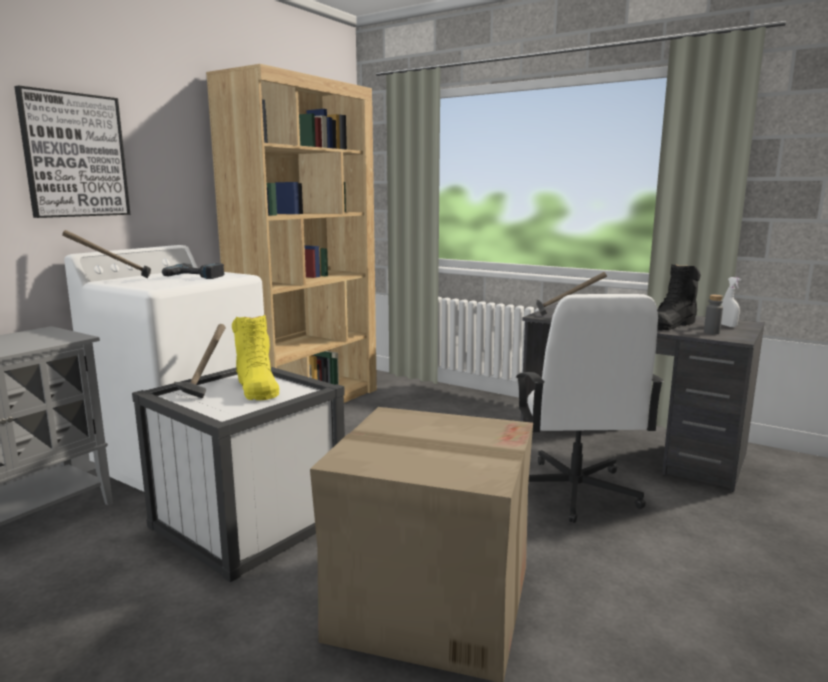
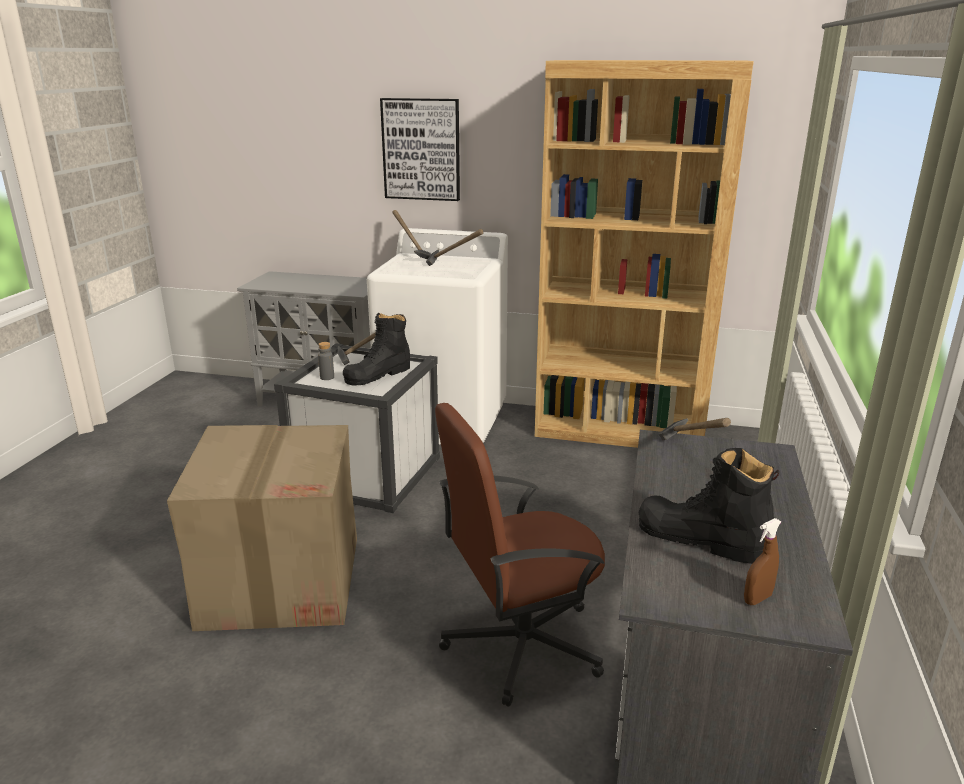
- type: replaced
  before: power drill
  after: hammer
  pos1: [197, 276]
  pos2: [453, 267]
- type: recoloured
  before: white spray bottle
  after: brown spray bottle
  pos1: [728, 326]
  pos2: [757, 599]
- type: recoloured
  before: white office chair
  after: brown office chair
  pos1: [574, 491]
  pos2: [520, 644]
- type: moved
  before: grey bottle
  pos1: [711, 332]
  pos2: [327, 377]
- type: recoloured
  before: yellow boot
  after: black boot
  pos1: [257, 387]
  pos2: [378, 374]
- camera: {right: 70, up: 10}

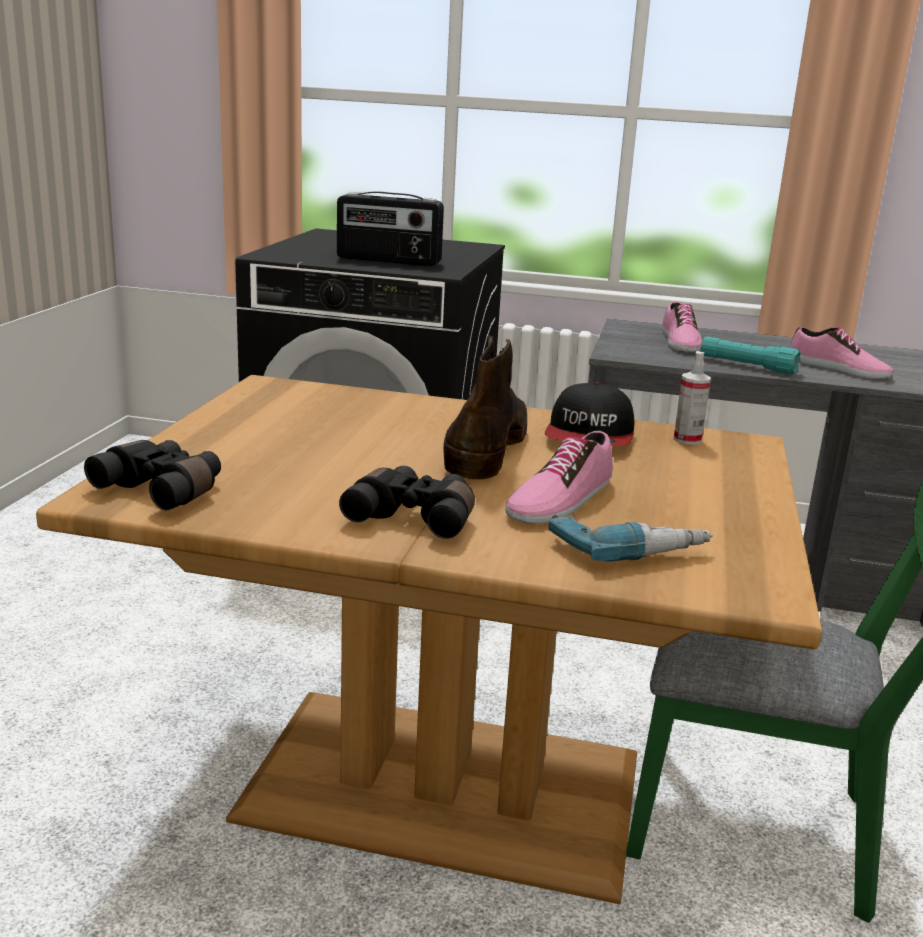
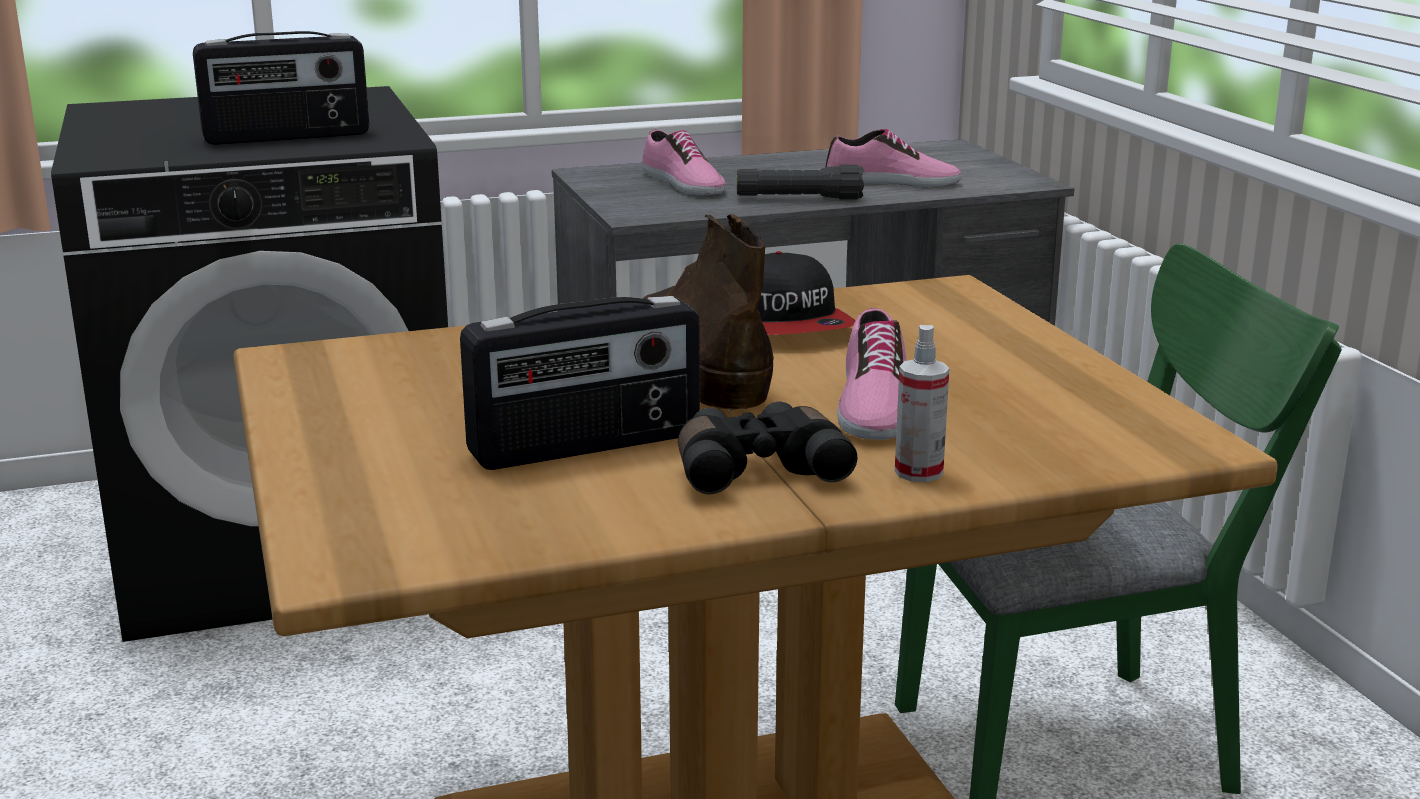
- type: recoloured
  before: turquoise flashlight
  after: black flashlight
  pos1: [747, 366]
  pos2: [799, 199]
- type: moved
  before: spray bottle
  pos1: [687, 439]
  pos2: [918, 472]
- type: removed
  before: black binoculars
  pos1: [163, 489]
- type: removed
  before: power drill
  pos1: [627, 546]
- type: added
  after: radio
  pos2: [586, 446]
- camera: {right: -30, up: 0}

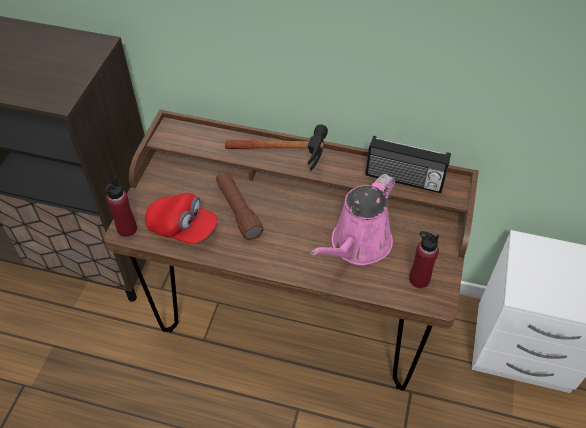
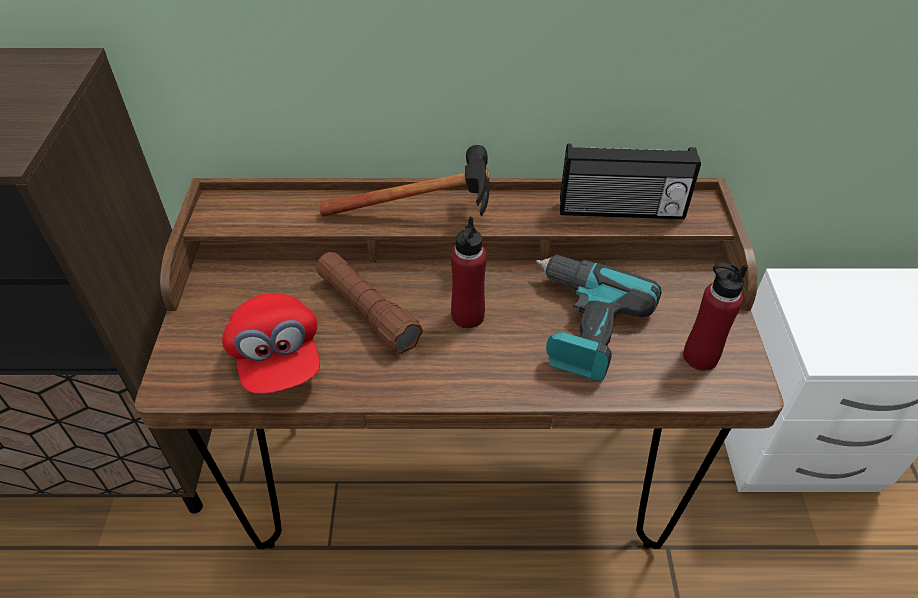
- type: replaced
  before: pink watering can
  after: power drill
  pos1: [357, 245]
  pos2: [581, 325]
- type: moved
  before: red bottle
  pos1: [127, 229]
  pos2: [467, 316]
- type: turned
  before: red cap
  pos1: [182, 228]
  pos2: [278, 358]
  turn: 60
- camera: {right: -15, up: -5}

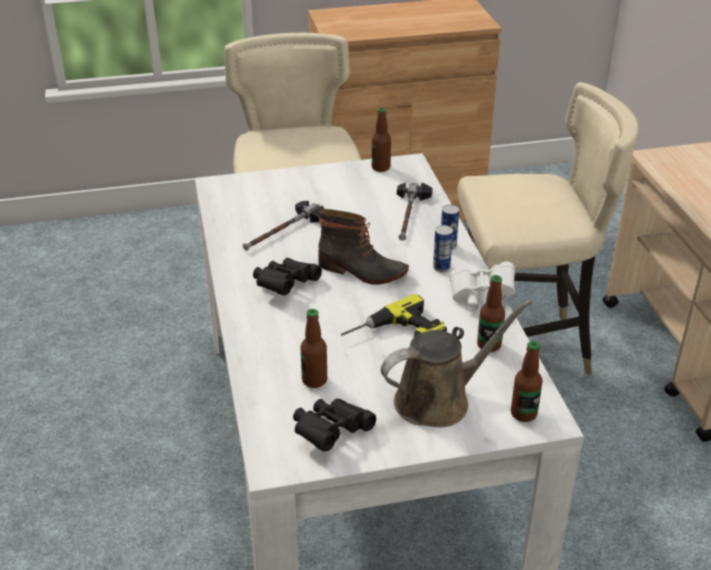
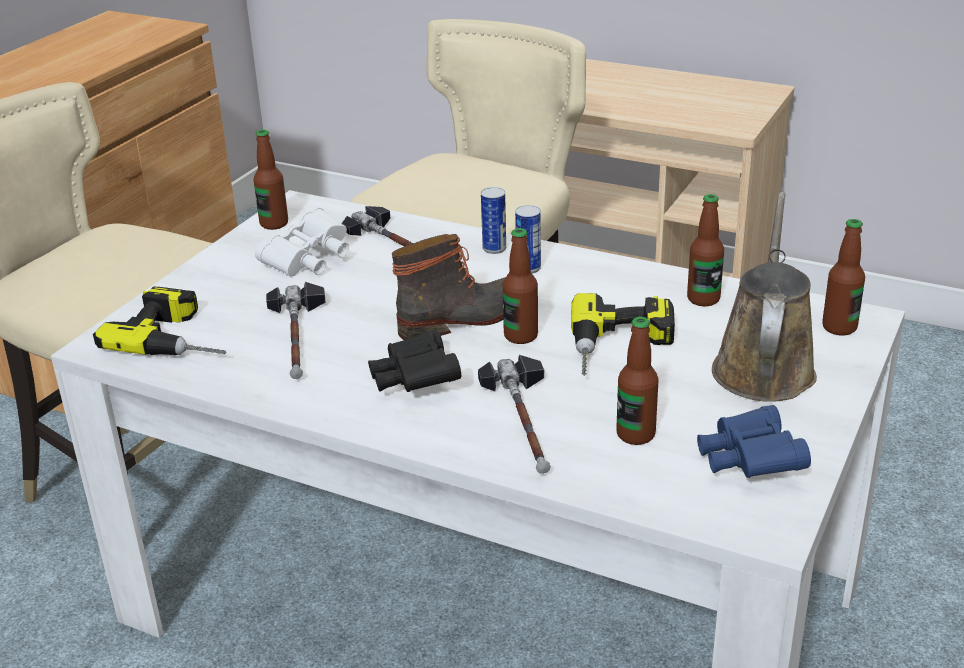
- type: moved
  before: white binoculars
  pos1: [481, 297]
  pos2: [308, 260]
- type: recoloured
  before: black binoculars
  after: blue binoculars
  pos1: [330, 433]
  pos2: [748, 462]
- type: added
  after: bottle
  pos2: [520, 336]
- type: added
  after: power drill
  pos2: [180, 336]
- type: added
  after: hammer
  pos2: [525, 421]
- camera: {right: -50, up: -5}

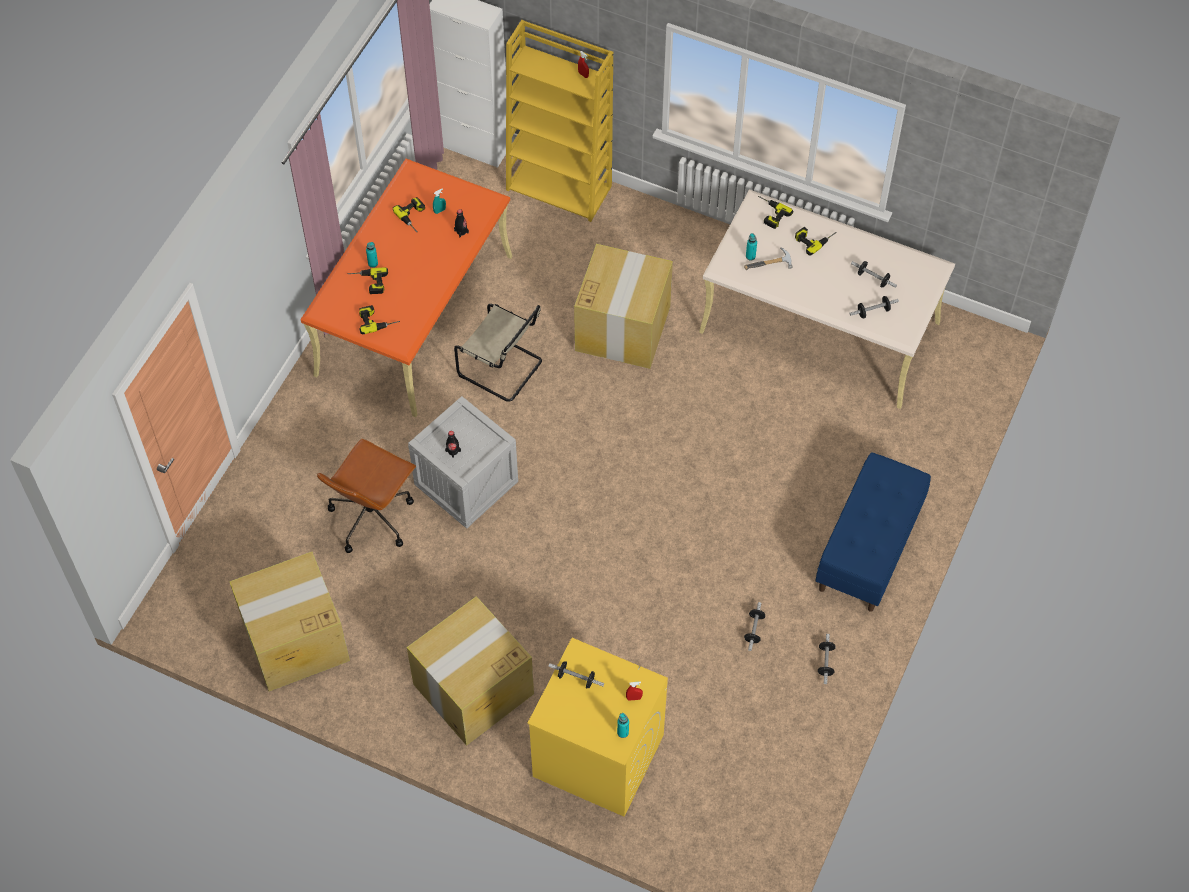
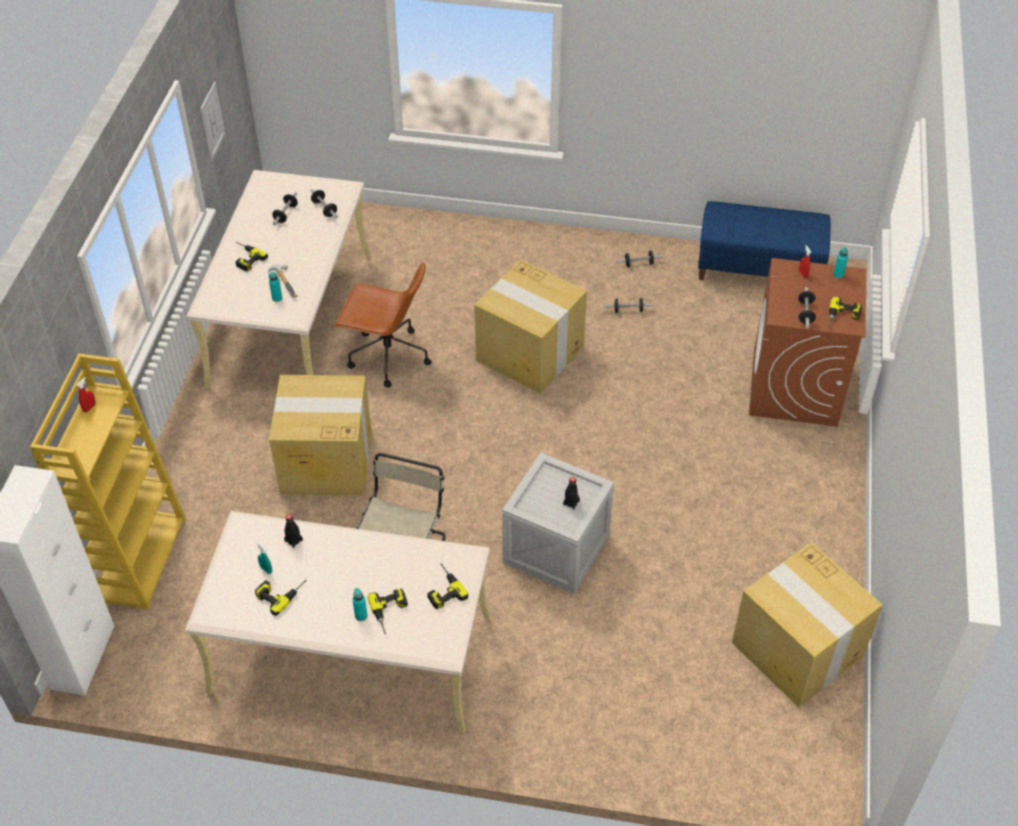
- type: recoloured
  before: orange desk
  after: beige desk
  pos1: [415, 314]
  pos2: [350, 654]
- type: moved
  before: power drill
  pos1: [769, 213]
  pos2: [842, 318]
- type: moved
  before: brown office chair
  pos1: [372, 516]
  pos2: [387, 356]
- type: moved
  before: blue bench
  pos1: [869, 549]
  pos2: [759, 269]
- type: moved
  before: cardboard box
  pos1: [472, 690]
  pos2: [531, 354]
- type: recoloured
  before: yellow washing machine
  after: brown washing machine
  pos1: [597, 756]
  pos2: [795, 387]
- type: added
  after: picture
  pos2: [212, 121]
- camera: {right: -105, up: -10}

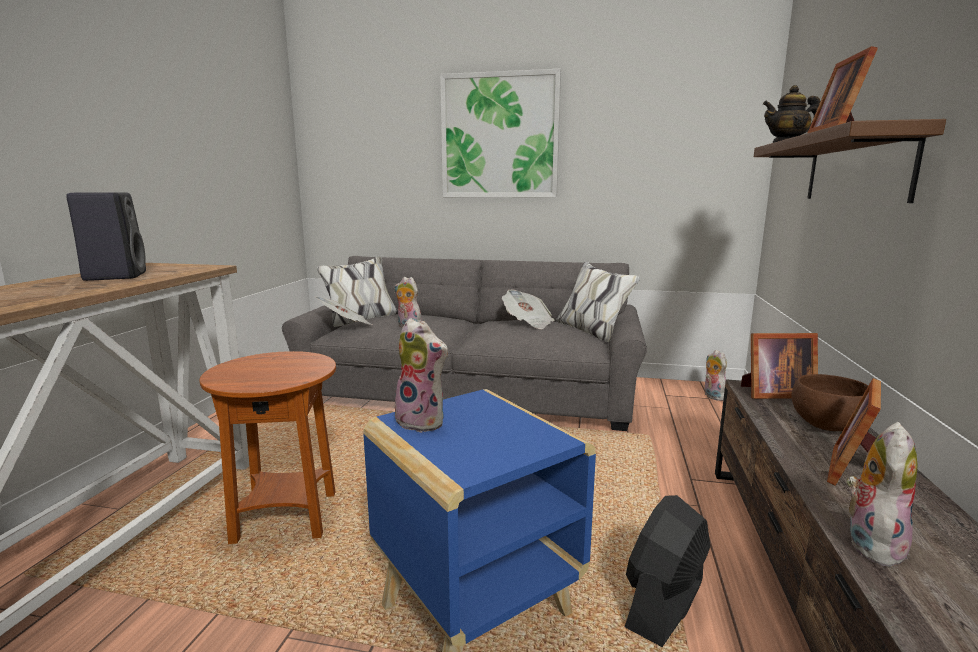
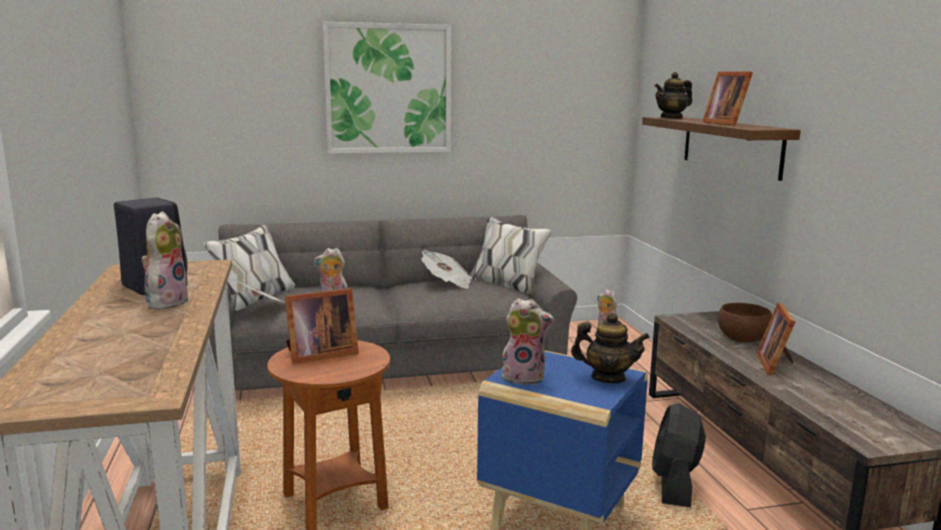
- type: moved
  before: picture frame
  pos1: [774, 393]
  pos2: [319, 354]
- type: moved
  before: plush toy
  pos1: [871, 543]
  pos2: [166, 302]
- type: added
  after: teapot
  pos2: [608, 378]
- camera: {right: -25, up: 0}

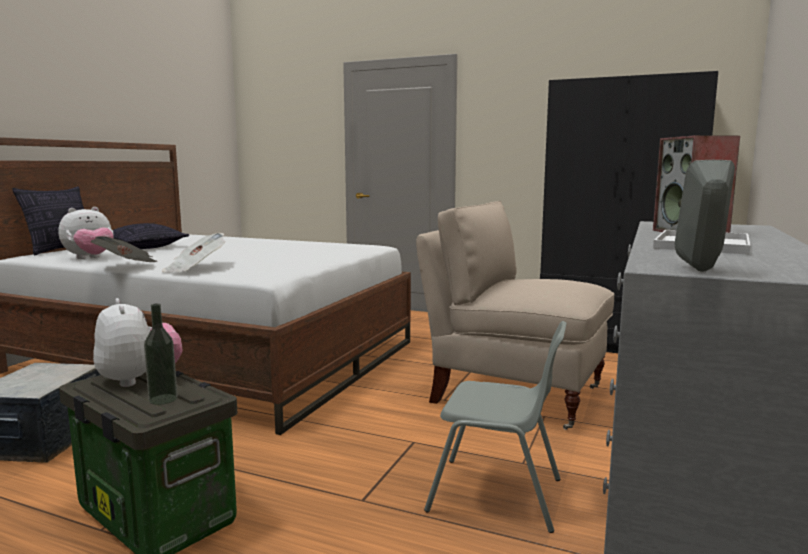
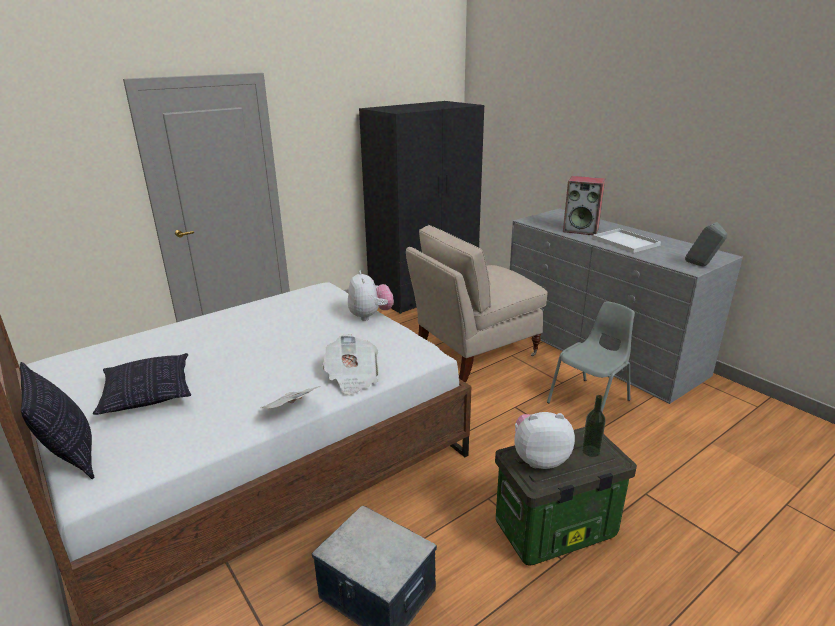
- type: moved
  before: plush toy
  pos1: [90, 258]
  pos2: [370, 316]
- camera: {right: -60, up: 15}

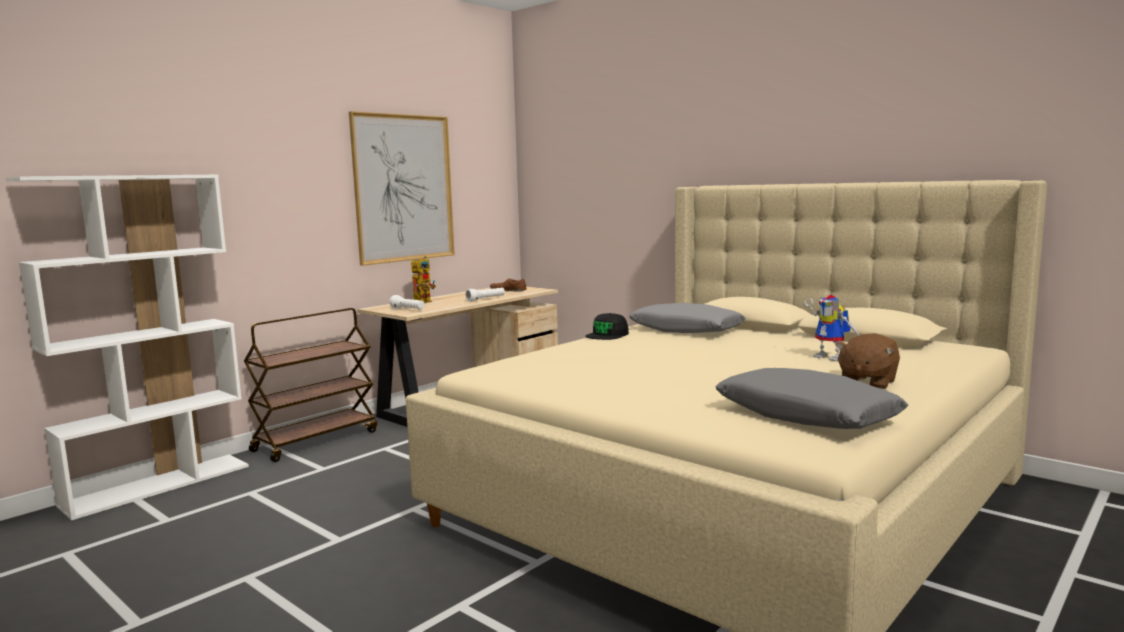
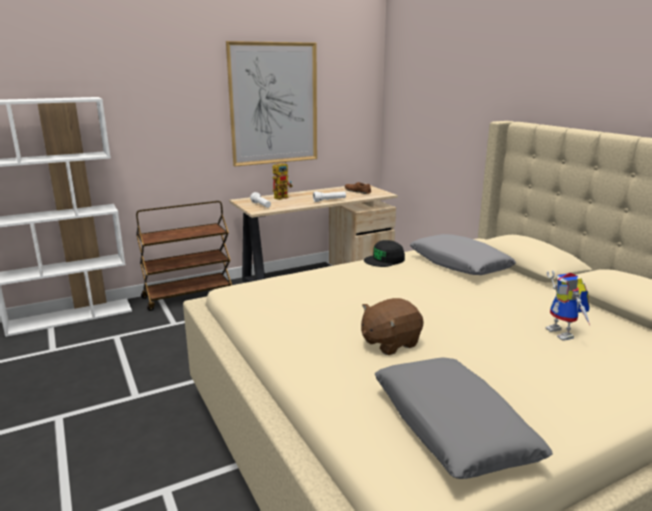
- type: moved
  before: brown plush toy
  pos1: [867, 382]
  pos2: [389, 343]
- camera: {right: 20, up: 10}

